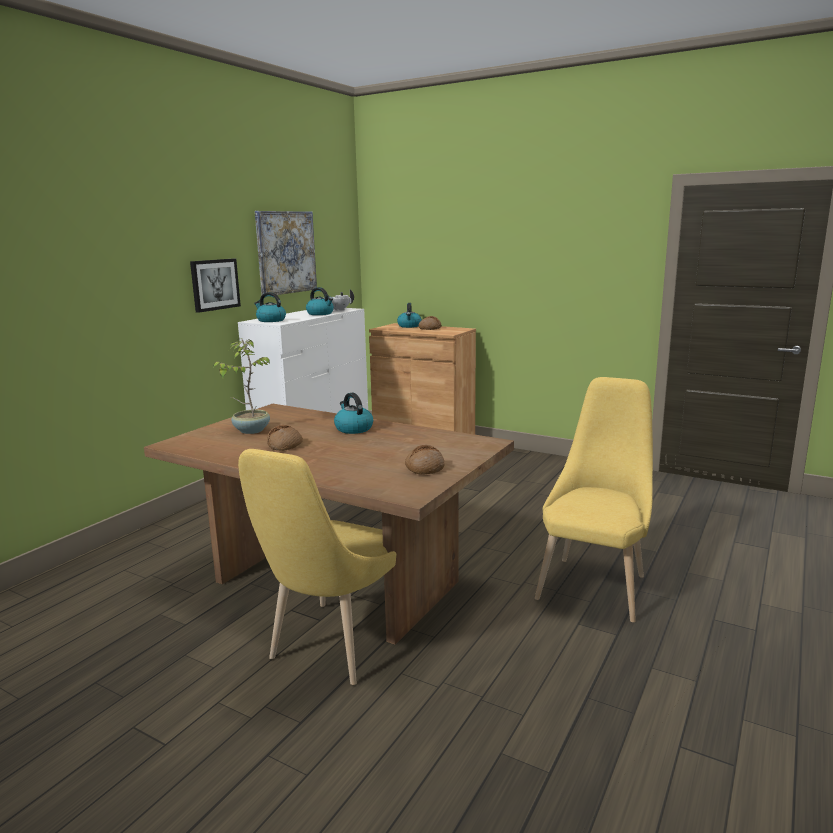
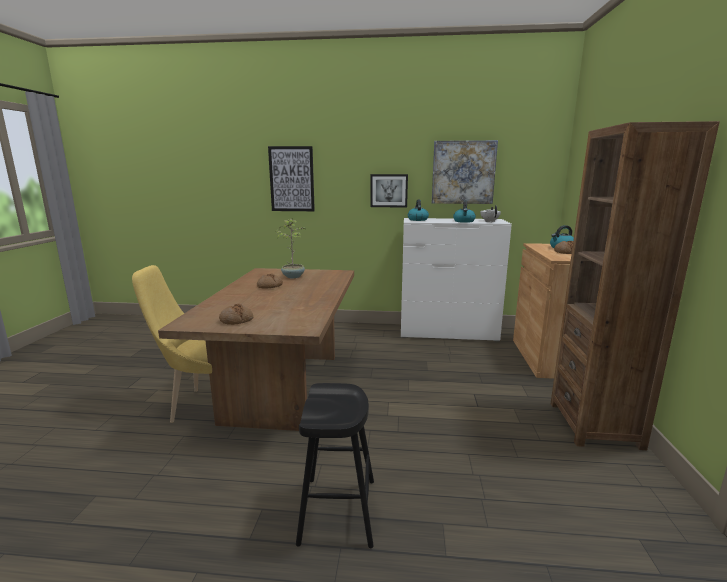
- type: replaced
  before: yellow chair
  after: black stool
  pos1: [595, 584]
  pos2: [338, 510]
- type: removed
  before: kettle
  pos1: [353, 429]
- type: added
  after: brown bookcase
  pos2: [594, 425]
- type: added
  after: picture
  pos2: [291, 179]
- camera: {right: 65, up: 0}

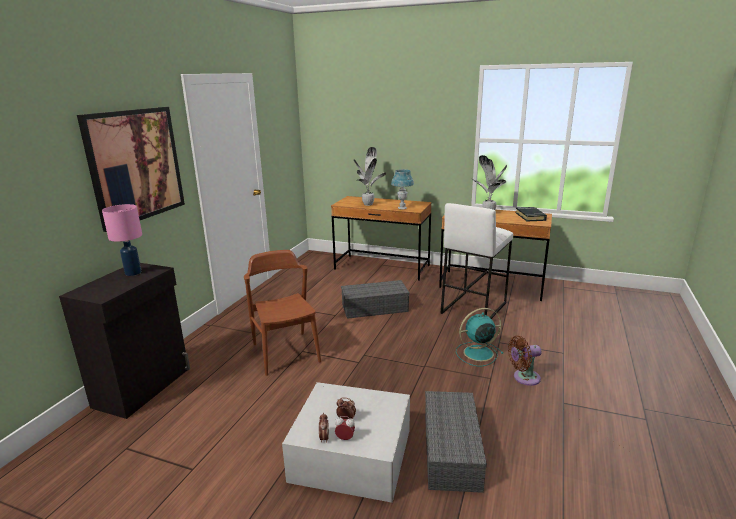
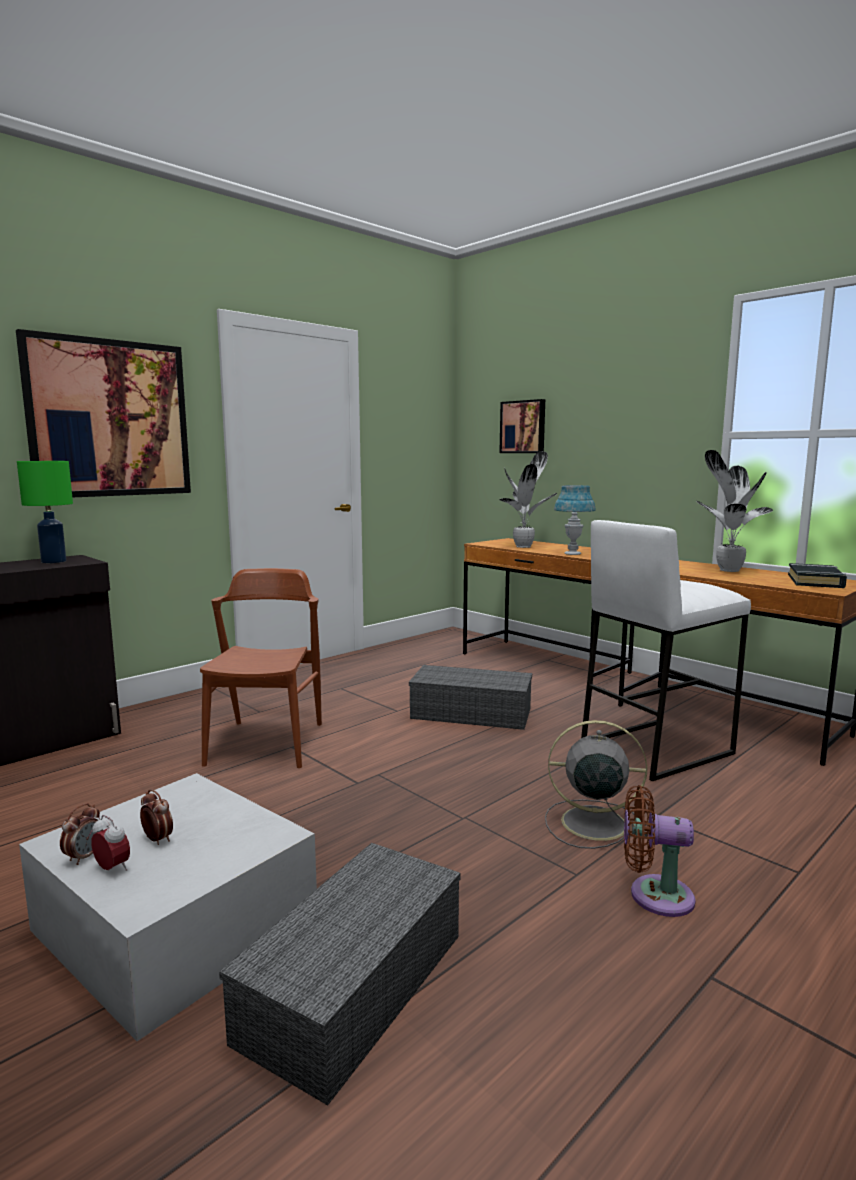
- type: recoloured
  before: pink table lamp
  after: green table lamp
  pos1: [133, 273]
  pos2: [54, 561]
- type: recoloured
  before: turquoise fan
  after: grey fan
  pos1: [477, 353]
  pos2: [590, 823]
- type: added
  after: picture
  pos2: [523, 427]
- camera: {right: 25, up: -10}

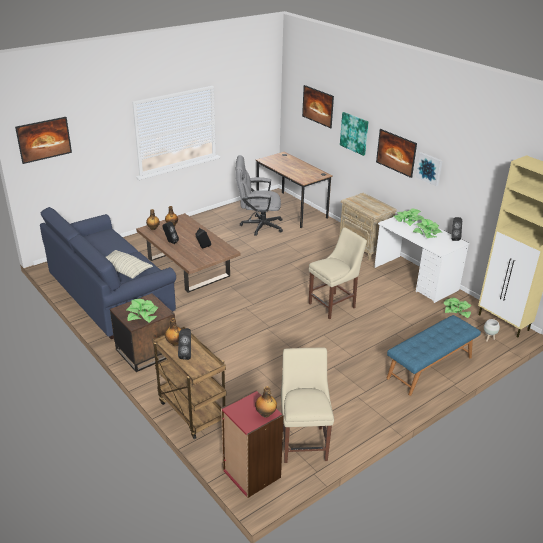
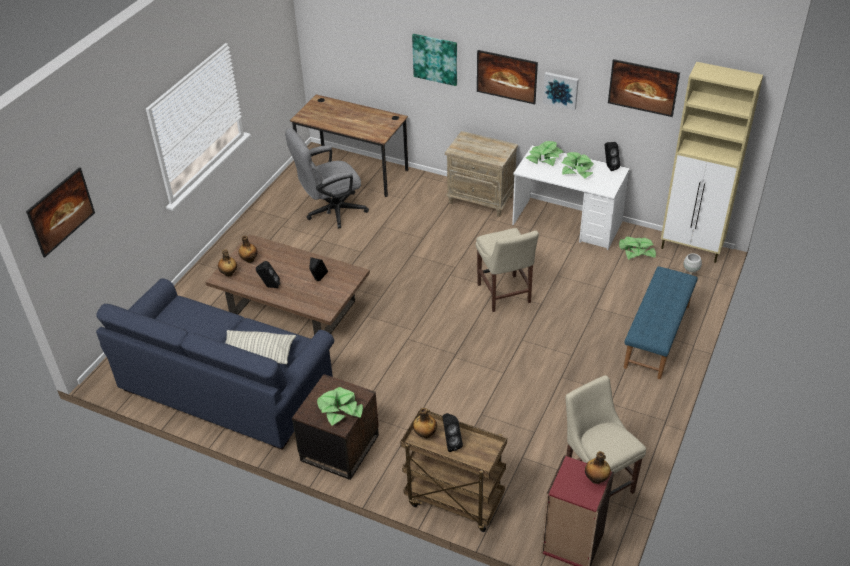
- type: moved
  before: picture
  pos1: [317, 114]
  pos2: [641, 98]
- type: turned
  before: beige chair
  pos1: [334, 305]
  pos2: [504, 295]
  turn: 135
- camera: {right: -25, up: 10}

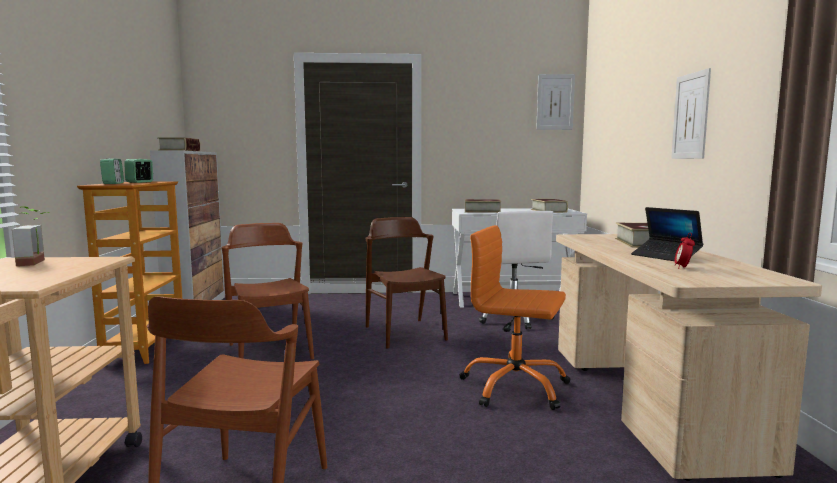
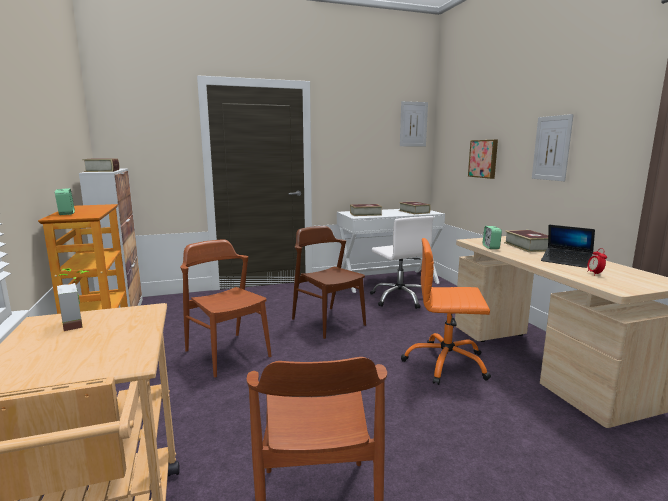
- type: moved
  before: alarm clock
  pos1: [140, 182]
  pos2: [491, 247]
- type: added
  after: picture
  pos2: [484, 158]
- camera: {right: -15, up: 5}

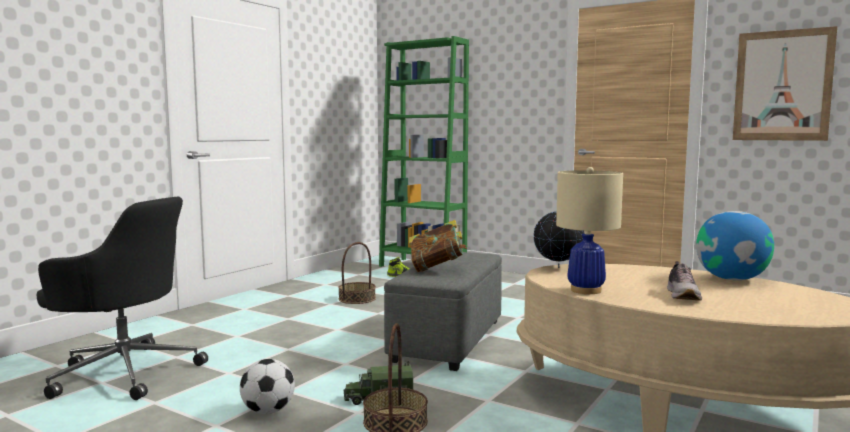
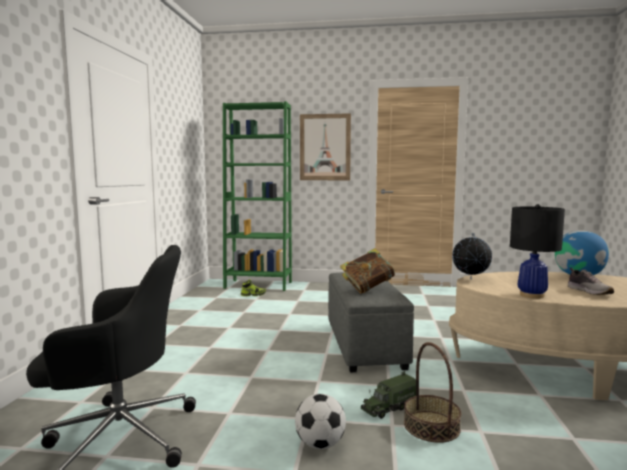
- type: moved
  before: picture
  pos1: [782, 86]
  pos2: [325, 147]
- type: recoloured
  before: beige table lamp
  after: black table lamp
  pos1: [586, 290]
  pos2: [532, 295]
- type: removed
  before: basket
  pos1: [357, 299]
- camera: {right: -25, up: 0}

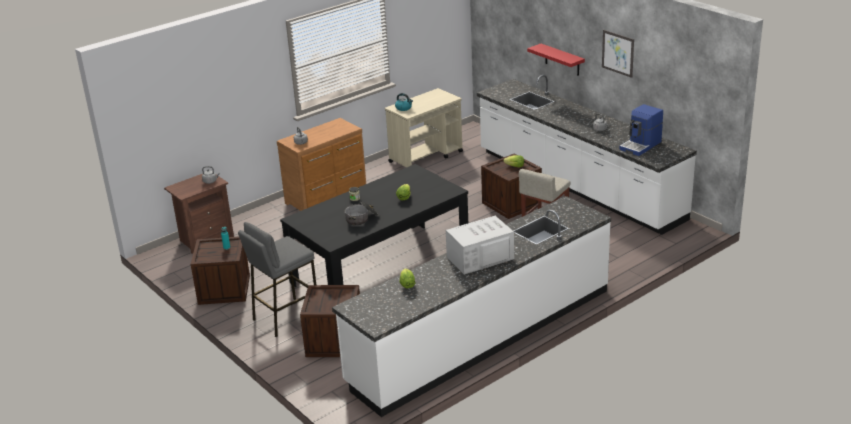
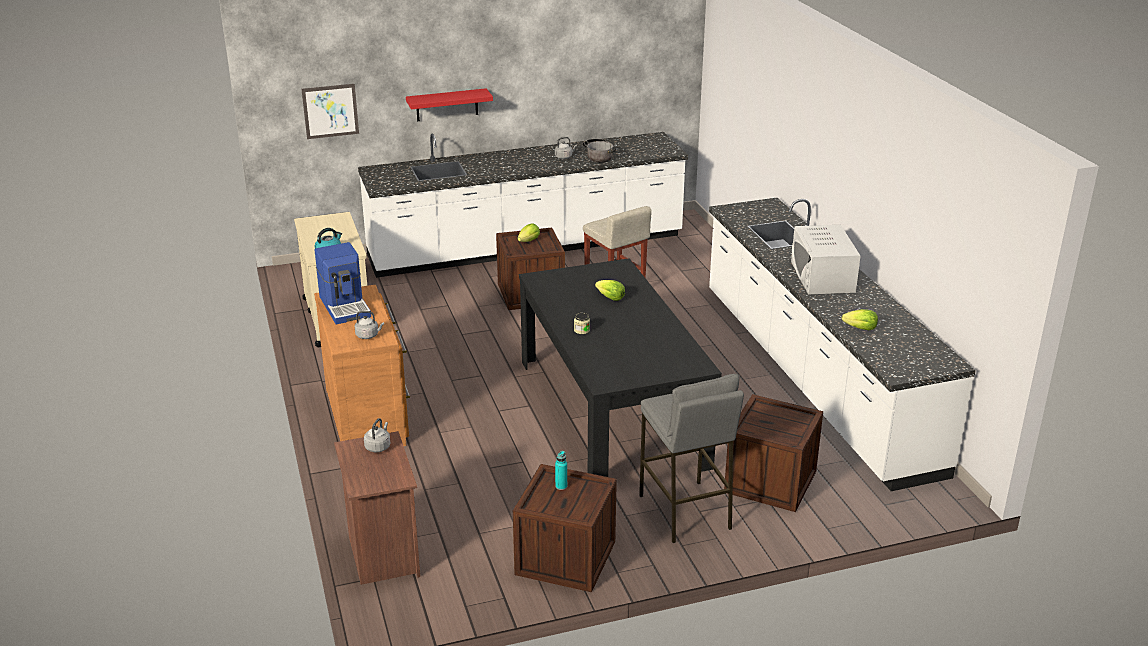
- type: moved
  before: picture
  pos1: [618, 53]
  pos2: [330, 111]
- type: moved
  before: coffee machine
  pos1: [641, 145]
  pos2: [345, 306]
- type: moved
  before: cooking pot
  pos1: [362, 219]
  pos2: [598, 156]
- camera: {right: -70, up: 0}

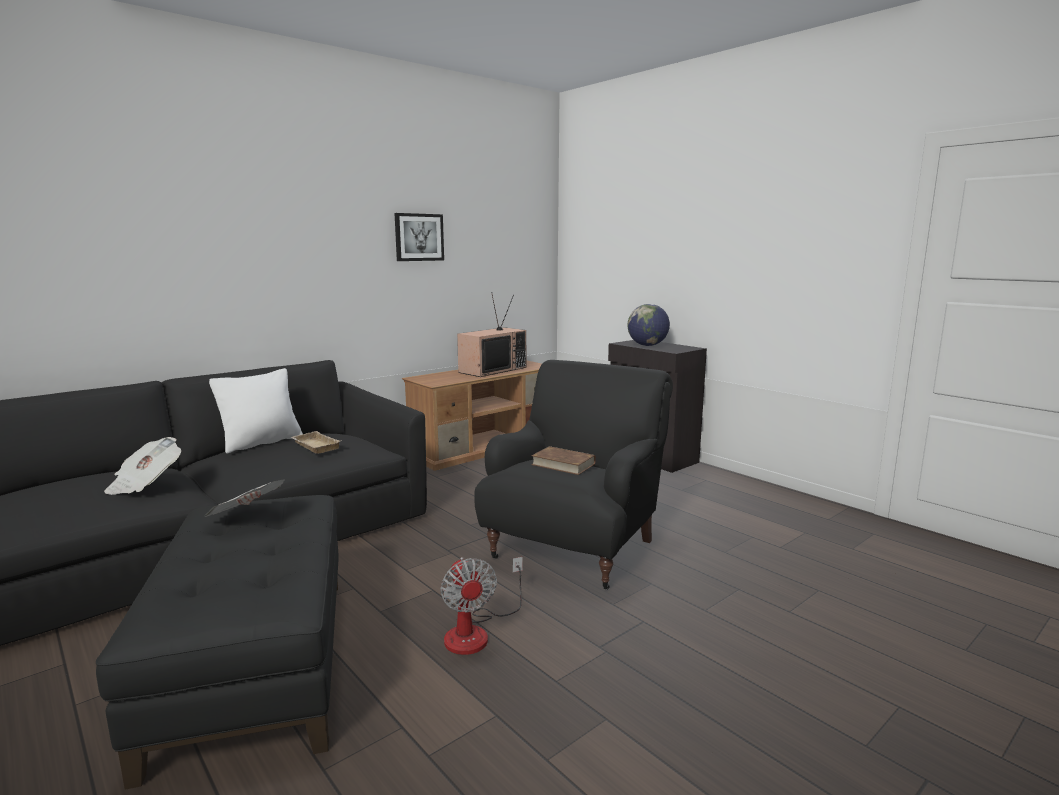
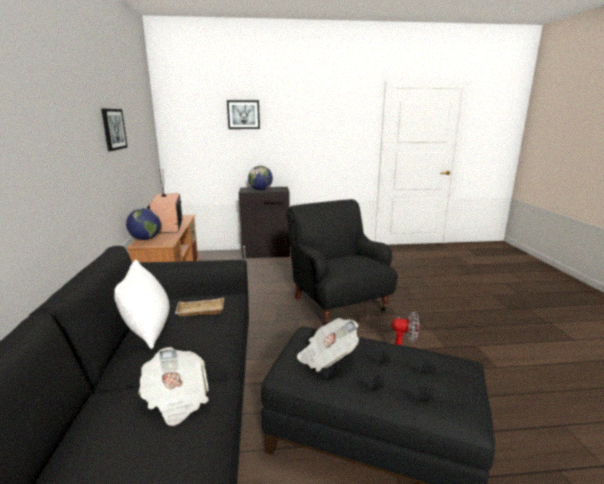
- type: removed
  before: brown book
  pos1: [563, 464]
- type: added
  after: picture
  pos2: [243, 114]
- type: added
  after: globe
  pos2: [145, 239]
- camera: {right: -55, up: 5}

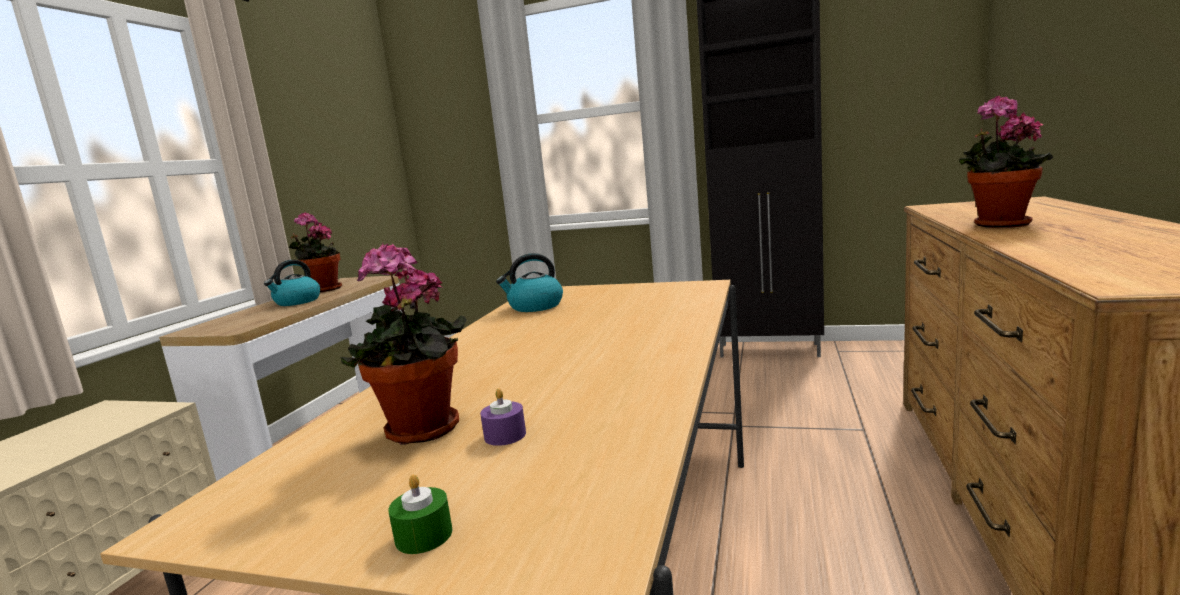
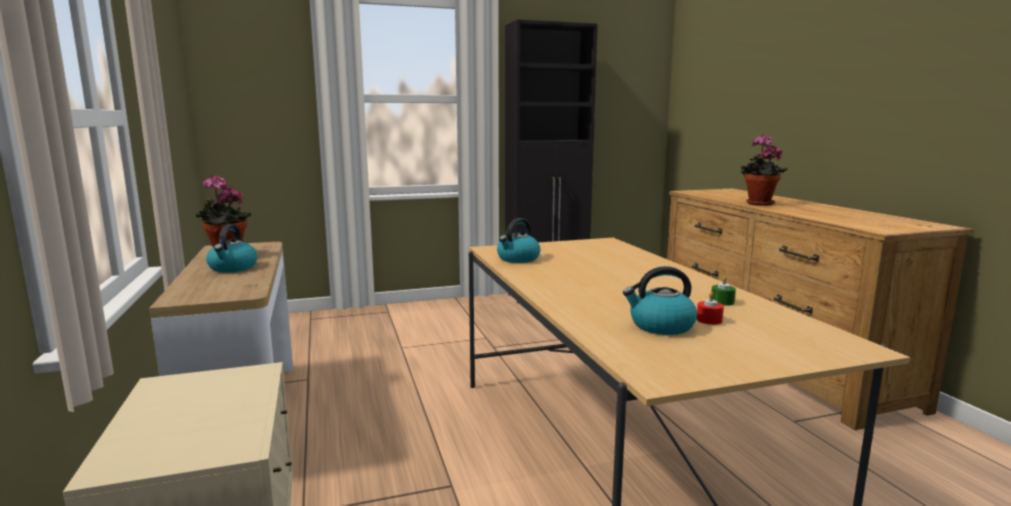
- type: replaced
  before: potted plant
  after: kettle
  pos1: [421, 432]
  pos2: [660, 326]
- type: recoloured
  before: purple candle
  after: red candle
  pos1: [505, 435]
  pos2: [709, 320]
- type: moved
  before: green candle
  pos1: [424, 535]
  pos2: [722, 302]
- camera: {right: -35, up: 0}

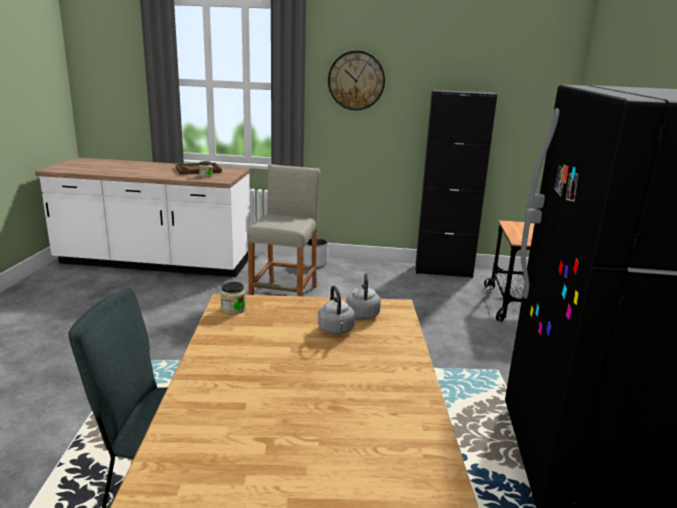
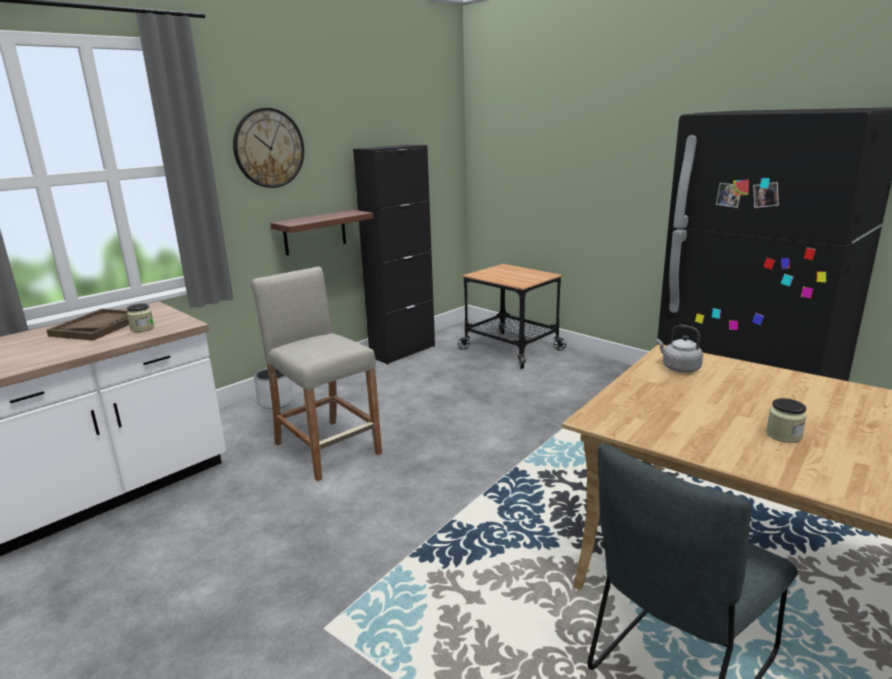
- type: moved
  before: jar
  pos1: [233, 309]
  pos2: [783, 435]
- type: removed
  before: grey kettle
  pos1: [336, 330]
- type: added
  after: shelf
  pos2: [315, 232]
- camera: {right: -50, up: 0}

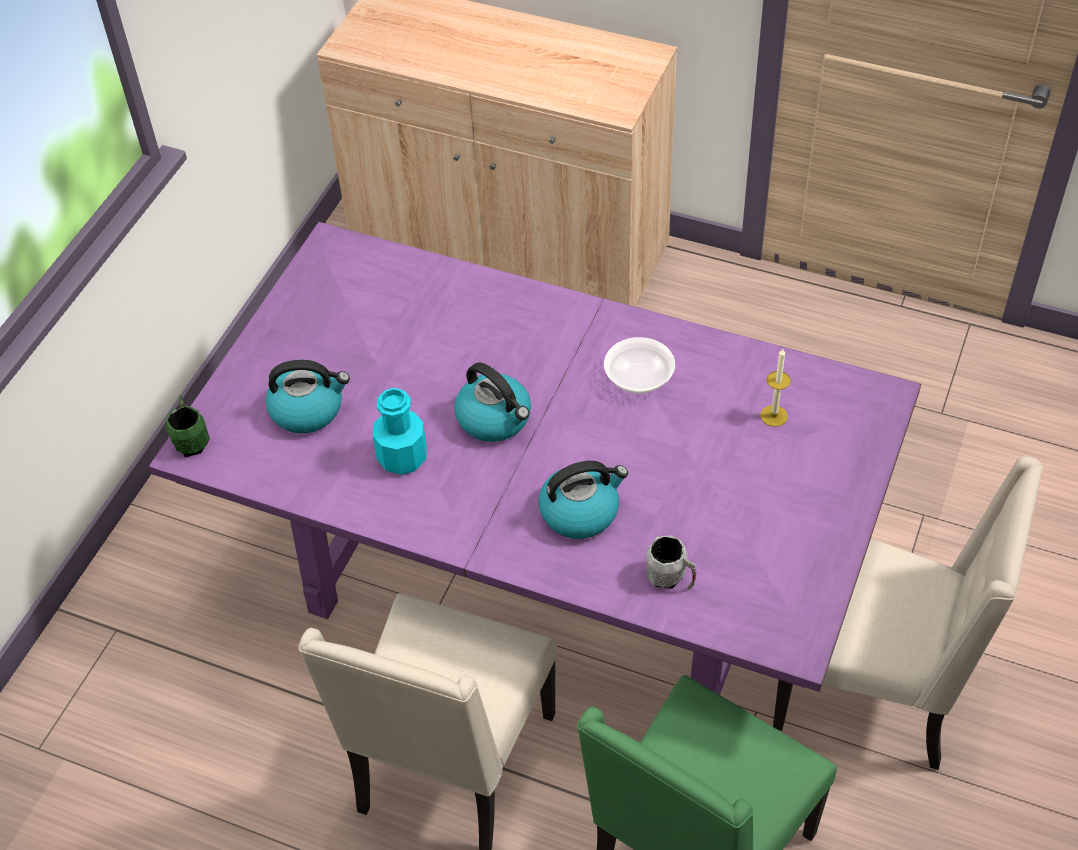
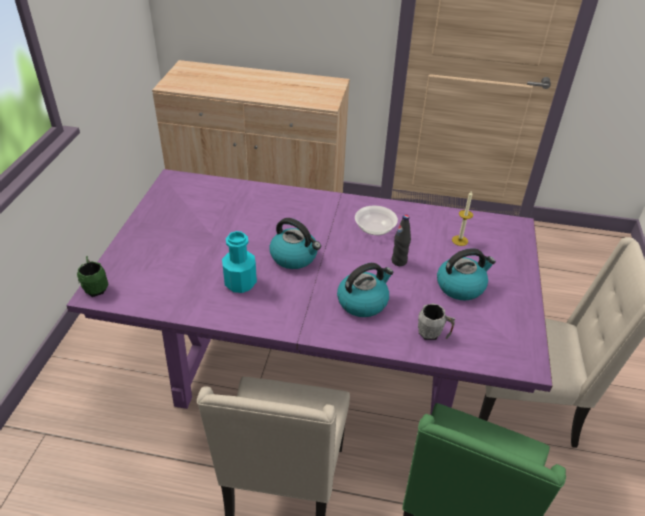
- type: moved
  before: kettle
  pos1: [308, 409]
  pos2: [461, 286]
- type: added
  after: black bottle
  pos2: [399, 261]
- camera: {right: -15, up: -10}

